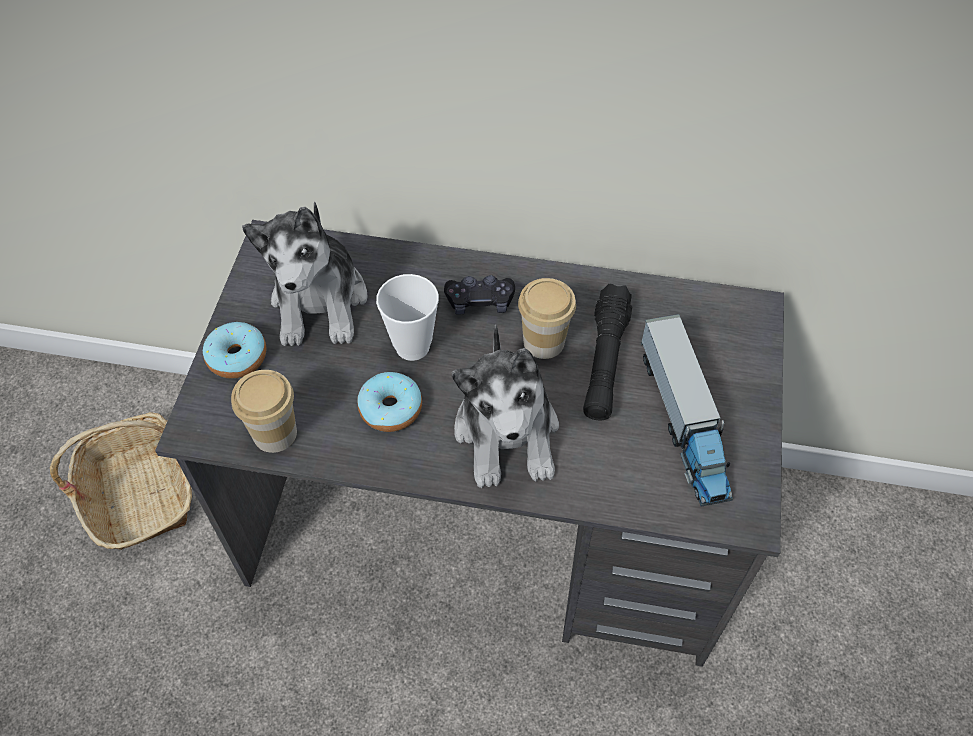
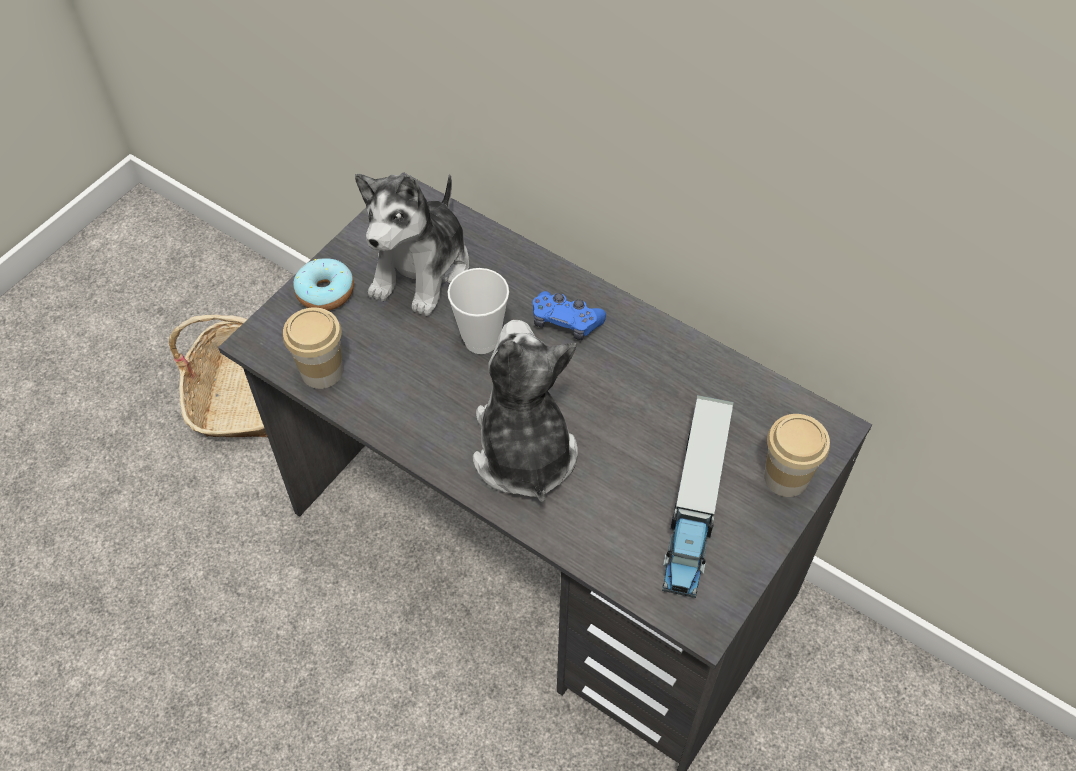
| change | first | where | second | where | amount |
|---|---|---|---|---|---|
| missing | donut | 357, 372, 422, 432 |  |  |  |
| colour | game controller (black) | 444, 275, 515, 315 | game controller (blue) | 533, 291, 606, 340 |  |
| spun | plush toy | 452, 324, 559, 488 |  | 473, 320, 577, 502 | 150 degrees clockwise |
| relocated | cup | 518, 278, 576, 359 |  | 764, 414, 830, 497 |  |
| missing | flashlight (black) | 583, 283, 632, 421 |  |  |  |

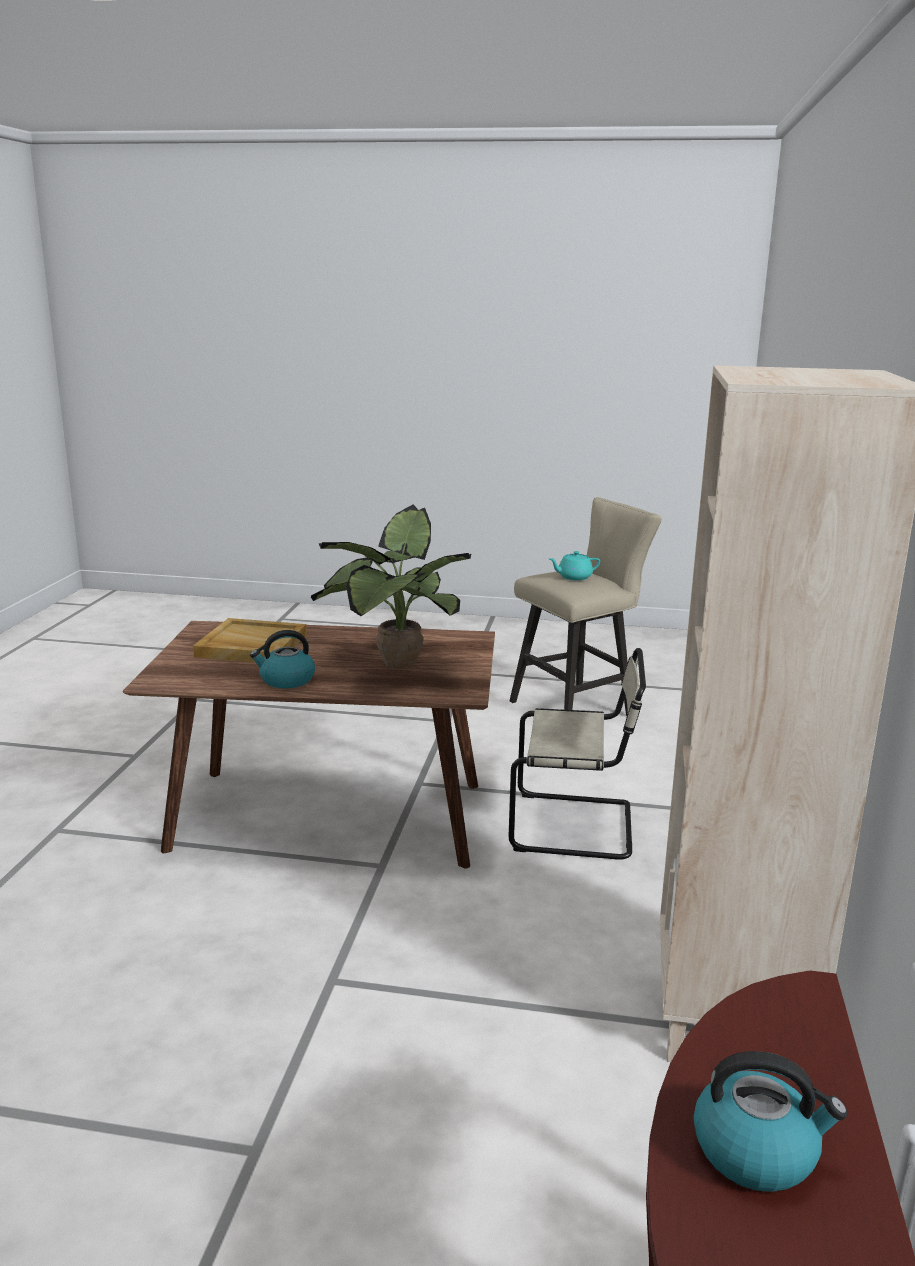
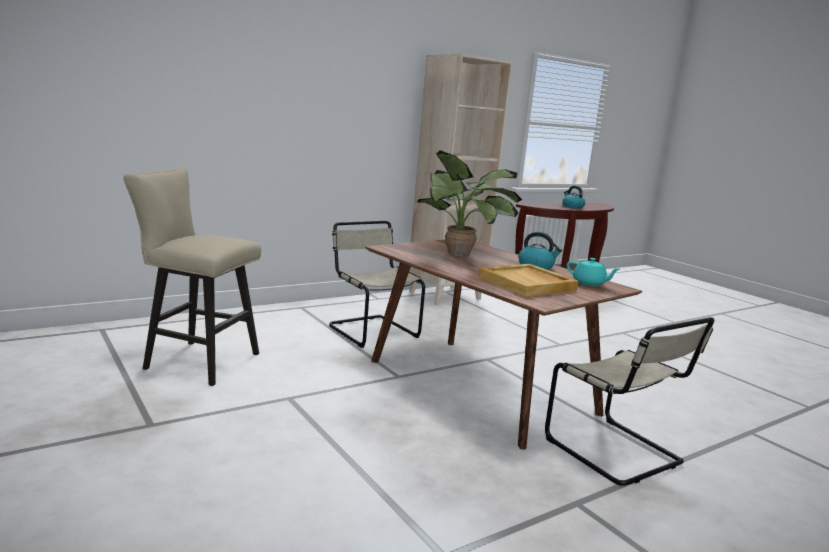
| change | first | where | second | where | amount |
|---|---|---|---|---|---|
| relocated | teapot (turquoise) | 549, 551, 600, 580 |  | 567, 258, 620, 286 |  |
| appeared |  |  | chair (beige) | 545, 317, 714, 486 |  |

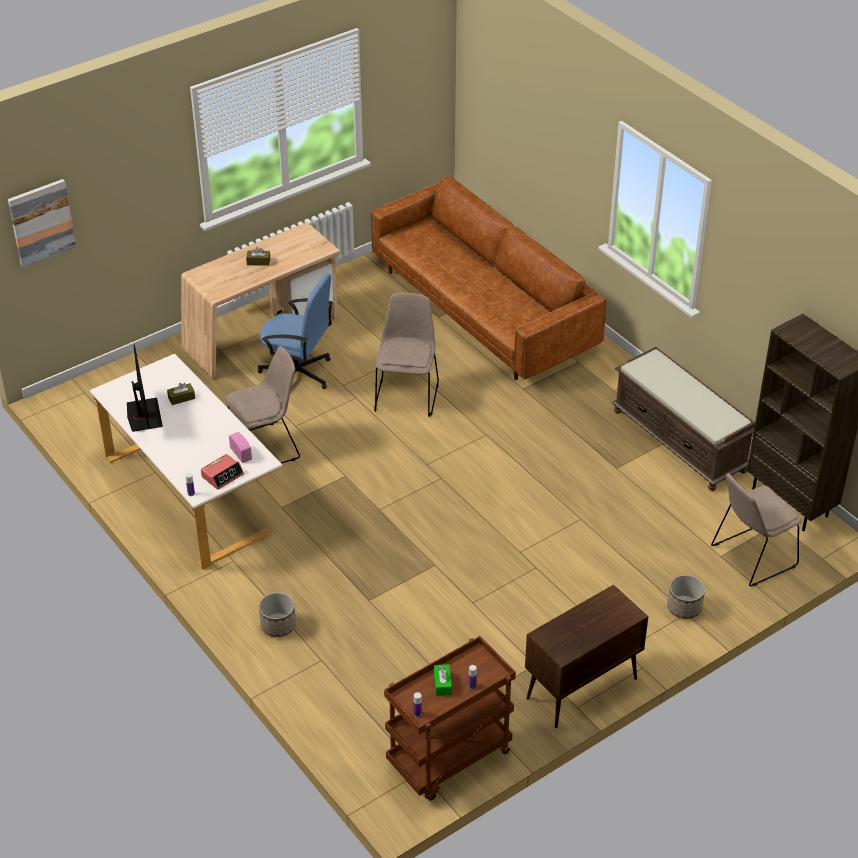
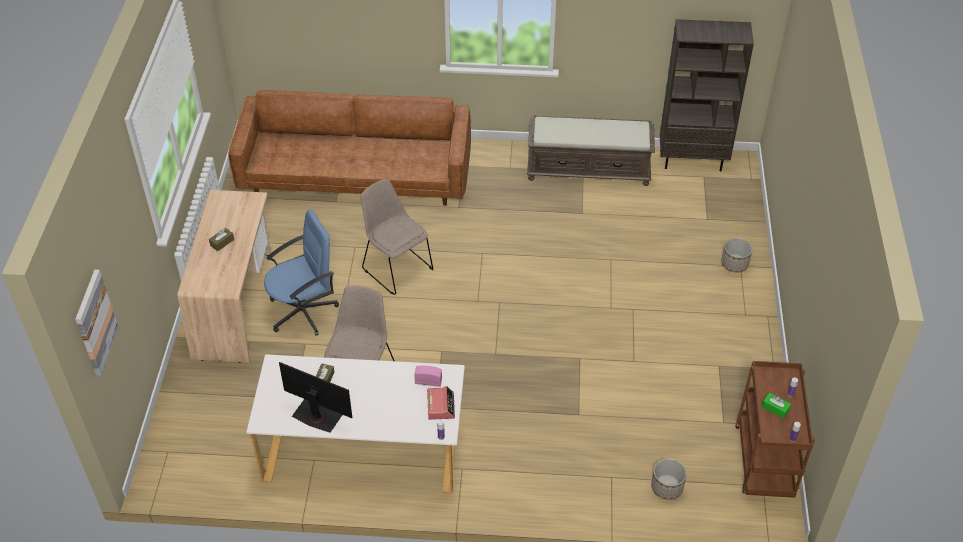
| change | first | where | second | where | amount |
|---|---|---|---|---|---|
| relocated | planter | 259, 592, 296, 637 |  | 651, 458, 687, 500 |  |
| missing | cabinet (brown) | 525, 585, 649, 728 |  |  |  |
| missing | chair (beige) | 711, 473, 801, 586 |  |  |  |

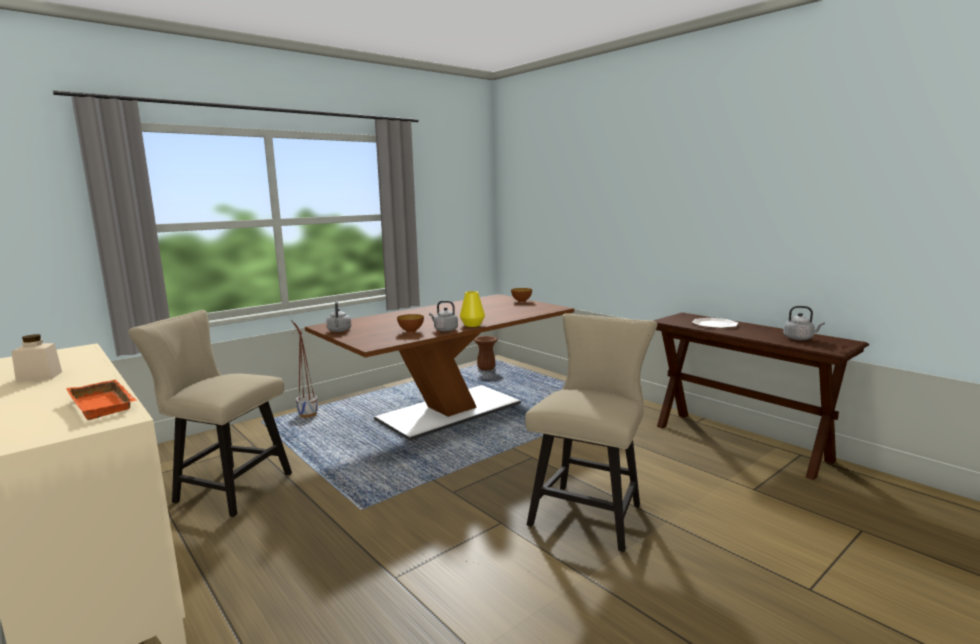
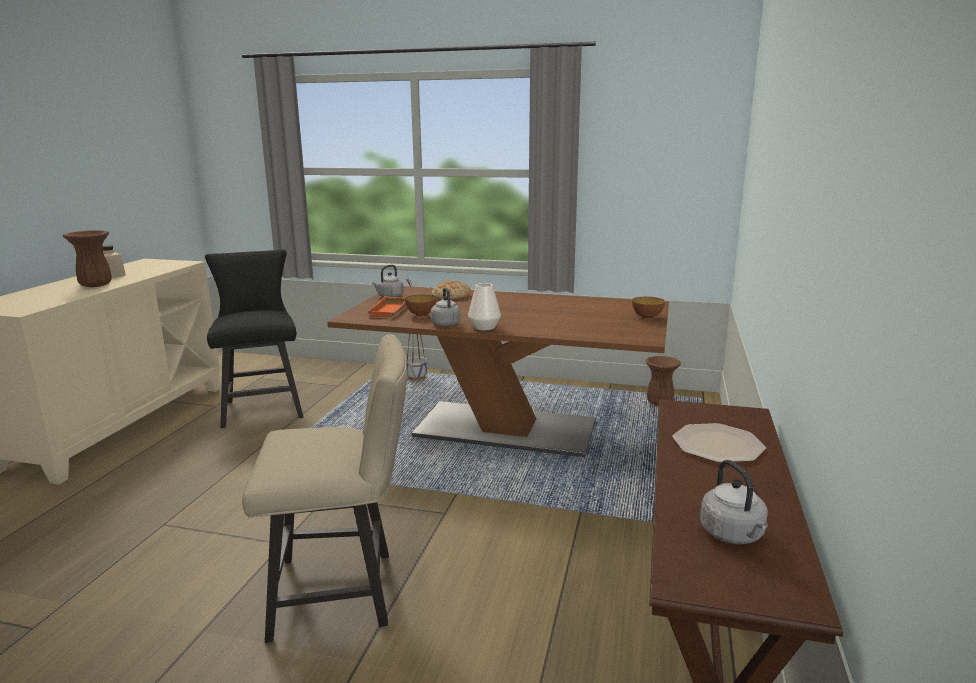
| change | first | where | second | where | amount |
|---|---|---|---|---|---|
| relocated | tray (orange) | 66, 379, 137, 420 |  | 367, 296, 406, 317 |  |
| colour | chair (beige) | 128, 310, 292, 517 | chair (black) | 205, 250, 303, 428 |  |
| colour | vase (yellow) | 460, 291, 485, 327 | vase (white) | 468, 283, 501, 330 |  |
| appeared |  |  | vase (brown) | 63, 230, 112, 287 |  |
| appeared |  |  | bread | 432, 281, 470, 300 |  |

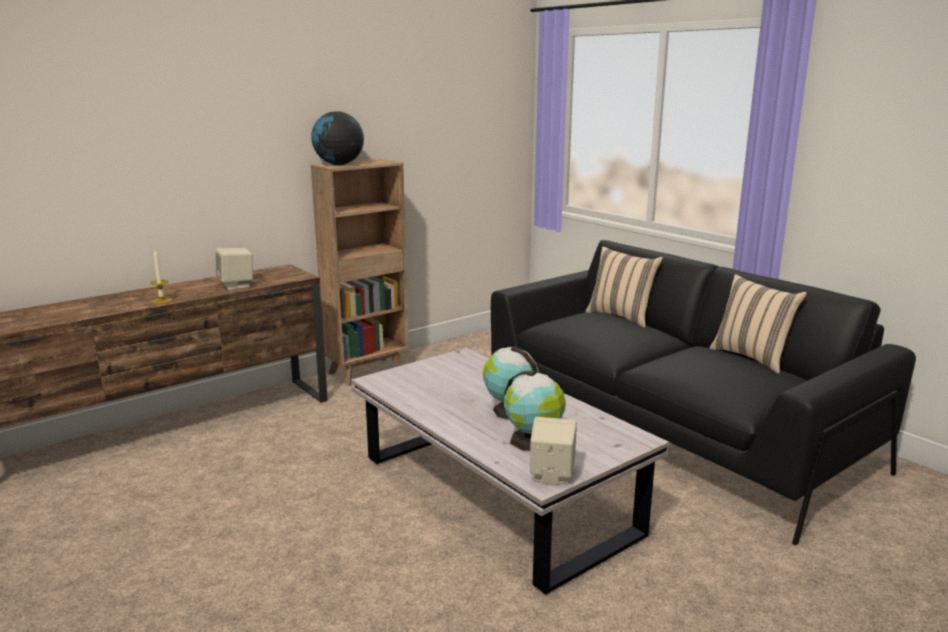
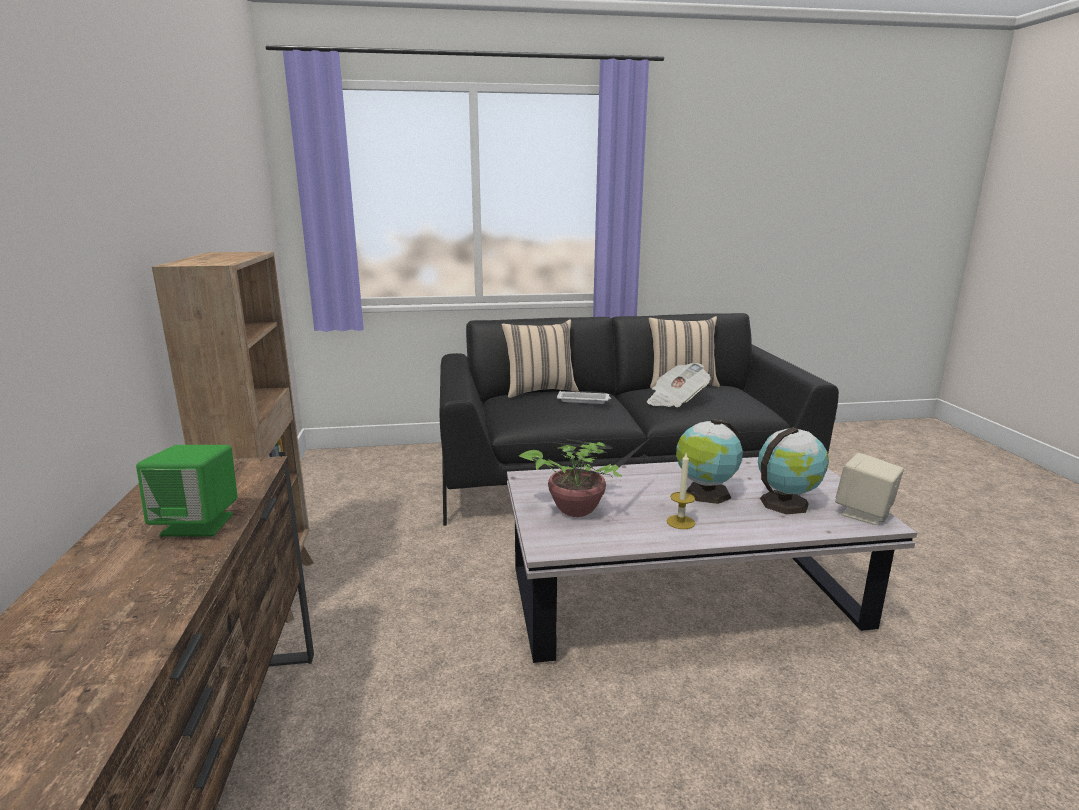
| change | first | where | second | where | amount |
|---|---|---|---|---|---|
| relocated | candle | 150, 250, 173, 304 |  | 666, 453, 695, 529 |  |
| colour | speaker (beige) | 215, 248, 253, 290 | speaker (green) | 136, 445, 238, 536 |  |
| missing | globe | 311, 112, 364, 165 |  |  |  |
| appeared |  |  | potted plant | 519, 437, 651, 517 |  |
| appeared |  |  | tray (white) | 557, 391, 611, 404 |  |
| appeared |  |  | newspaper | 647, 363, 711, 407 |  |

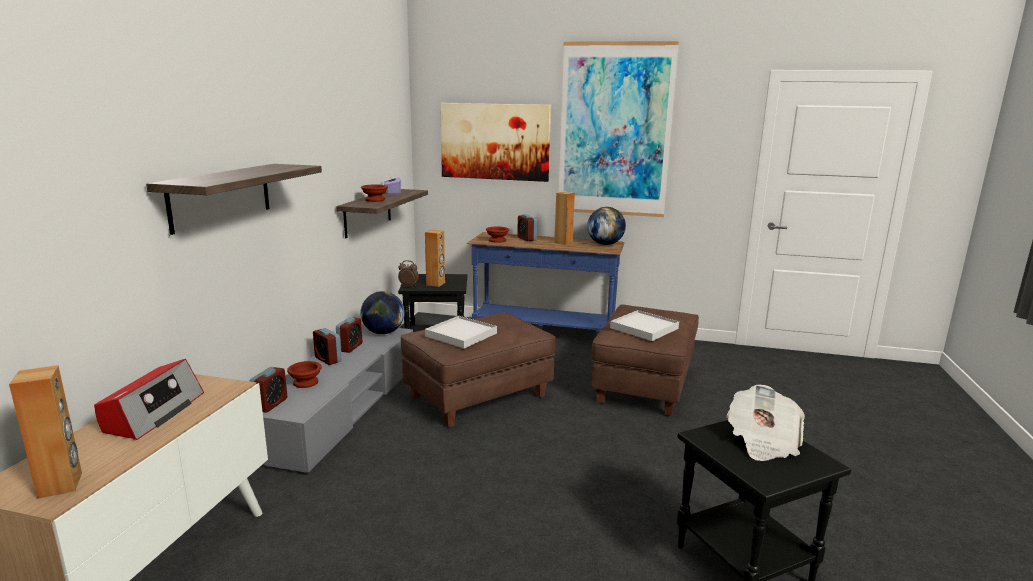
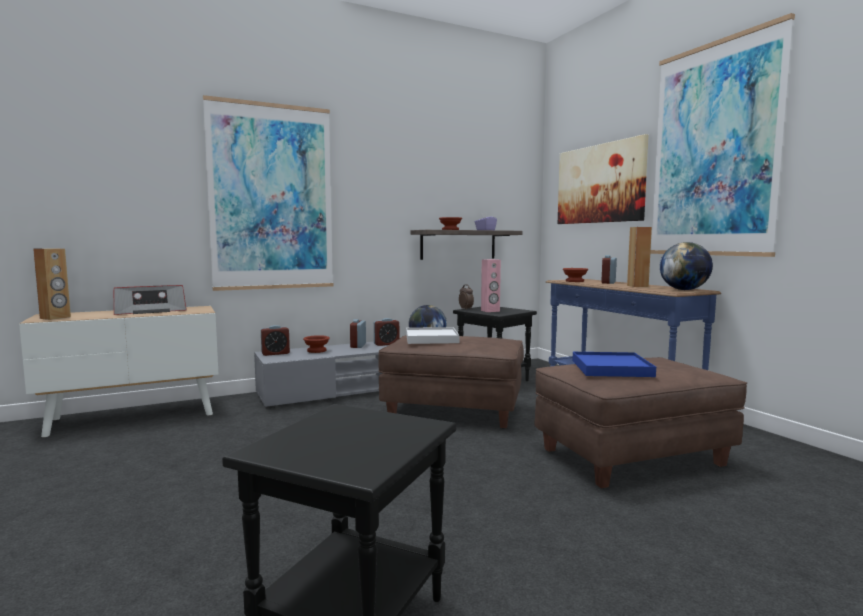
| change | first | where | second | where | amount |
|---|---|---|---|---|---|
| exchanged | shelf | 146, 164, 322, 235 | picture | 203, 95, 333, 291 |  |
| colour | speaker (brown) | 425, 230, 445, 287 | speaker (pink) | 481, 259, 501, 312 |  |
| colour | tray (white) | 610, 310, 679, 341 | tray (blue) | 573, 352, 656, 377 |  |
| missing | newspaper | 727, 384, 805, 461 |  |  |  |

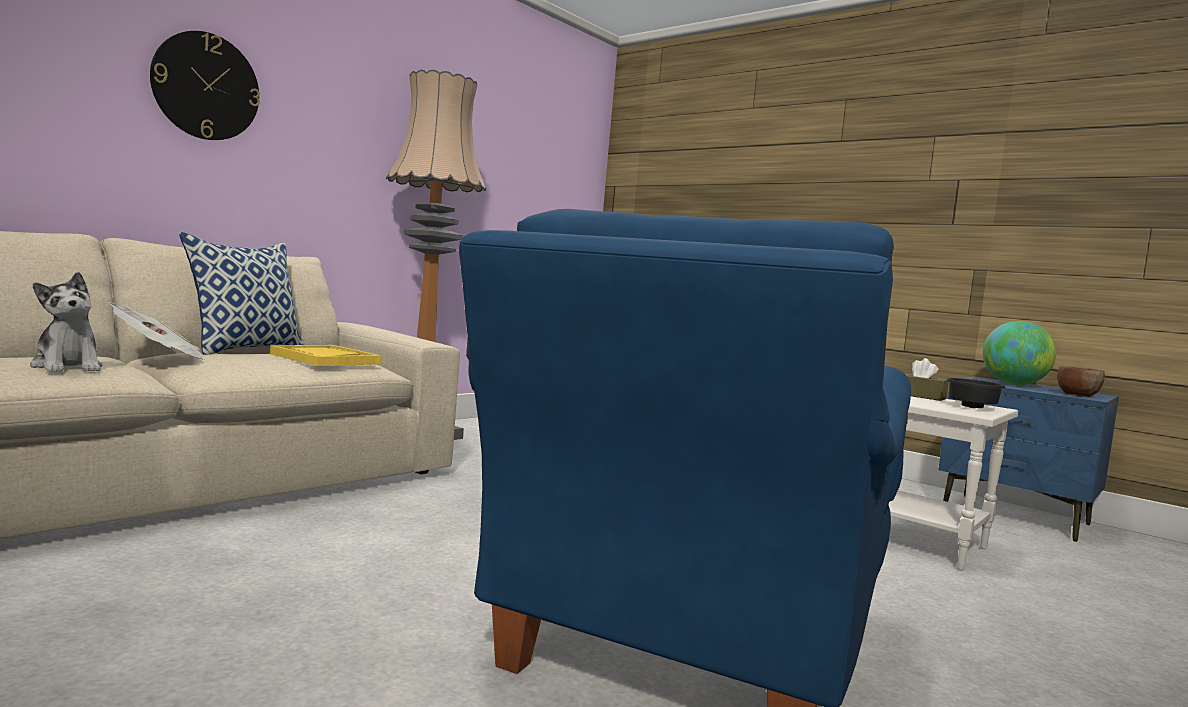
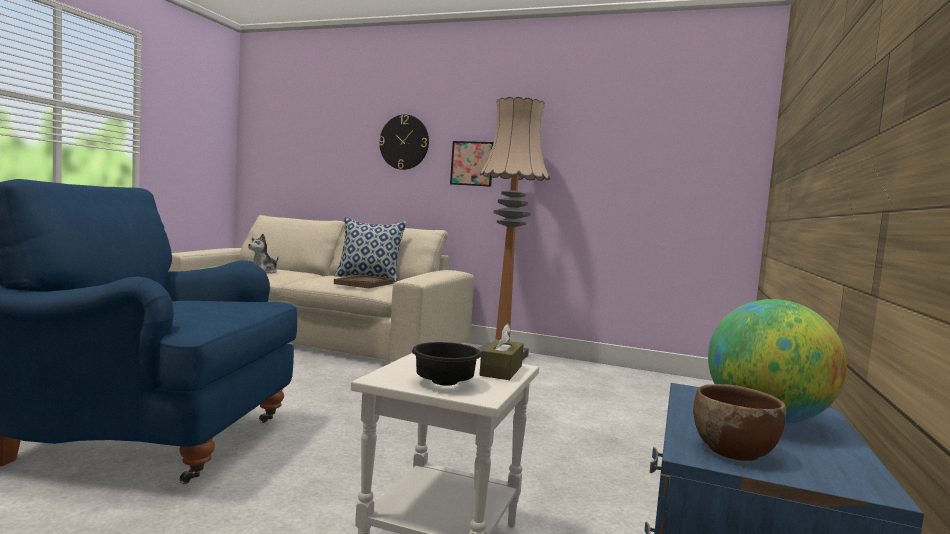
| change | first | where | second | where | amount |
|---|---|---|---|---|---|
| missing | newspaper | 108, 302, 204, 360 |  |  |  |
| colour | tray (yellow) | 270, 345, 381, 366 | tray (brown) | 334, 275, 394, 288 |  |
| appeared |  |  | picture | 450, 141, 494, 187 |  |

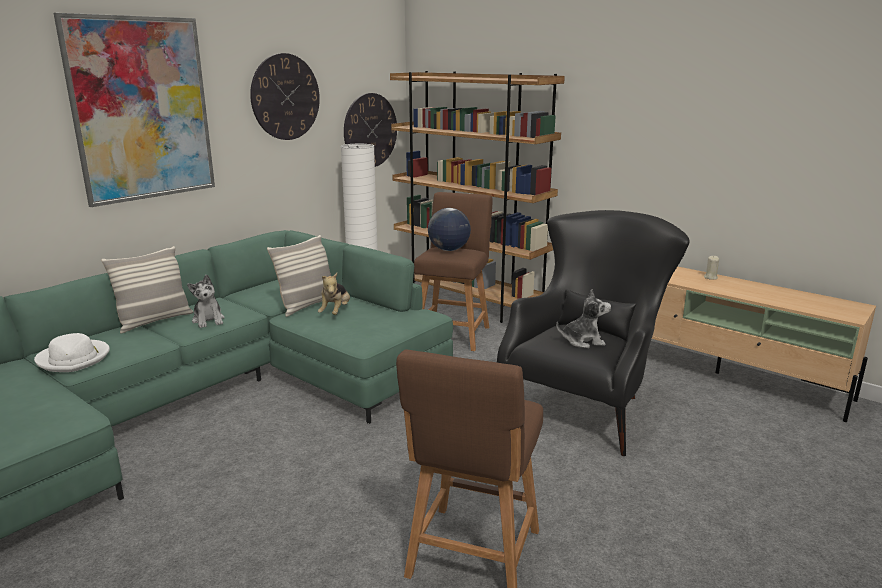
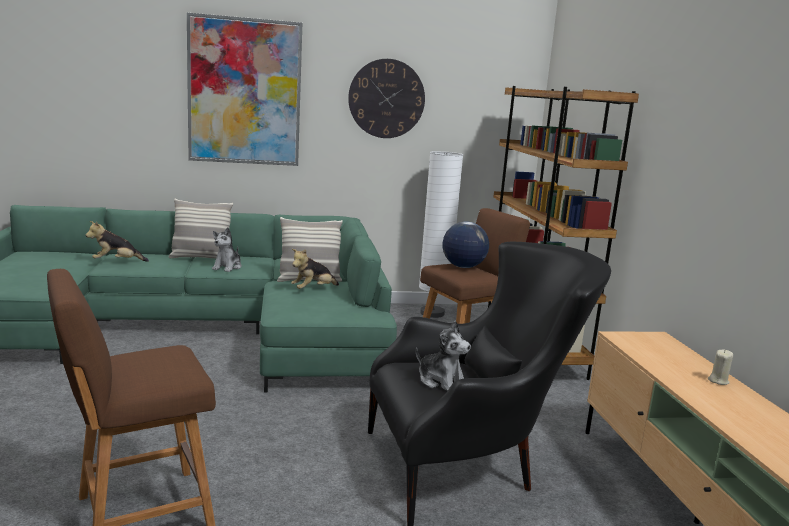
| change | first | where | second | where | amount |
|---|---|---|---|---|---|
| exchanged | hat (white) | 34, 333, 110, 372 | plush toy | 86, 221, 149, 262 |  |
| missing | wall clock | 344, 93, 397, 167 |  |  |  |

